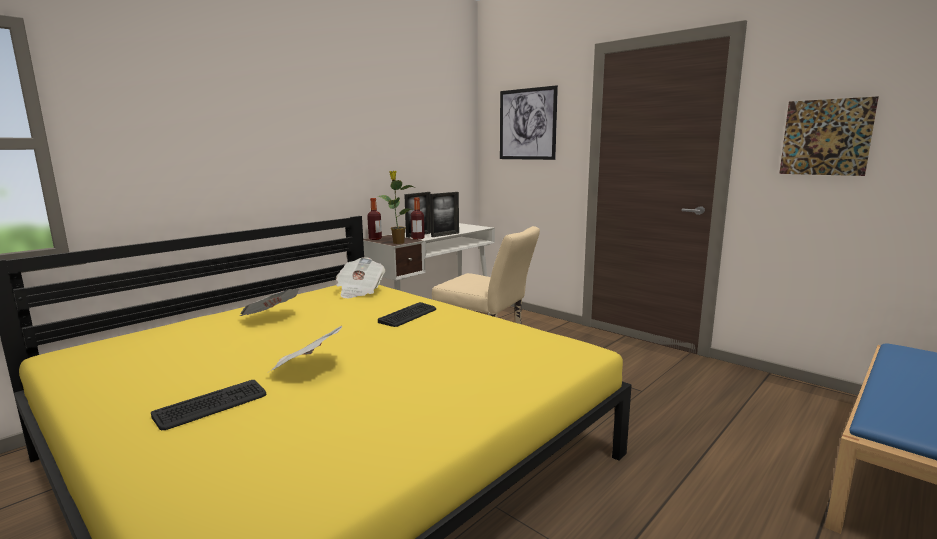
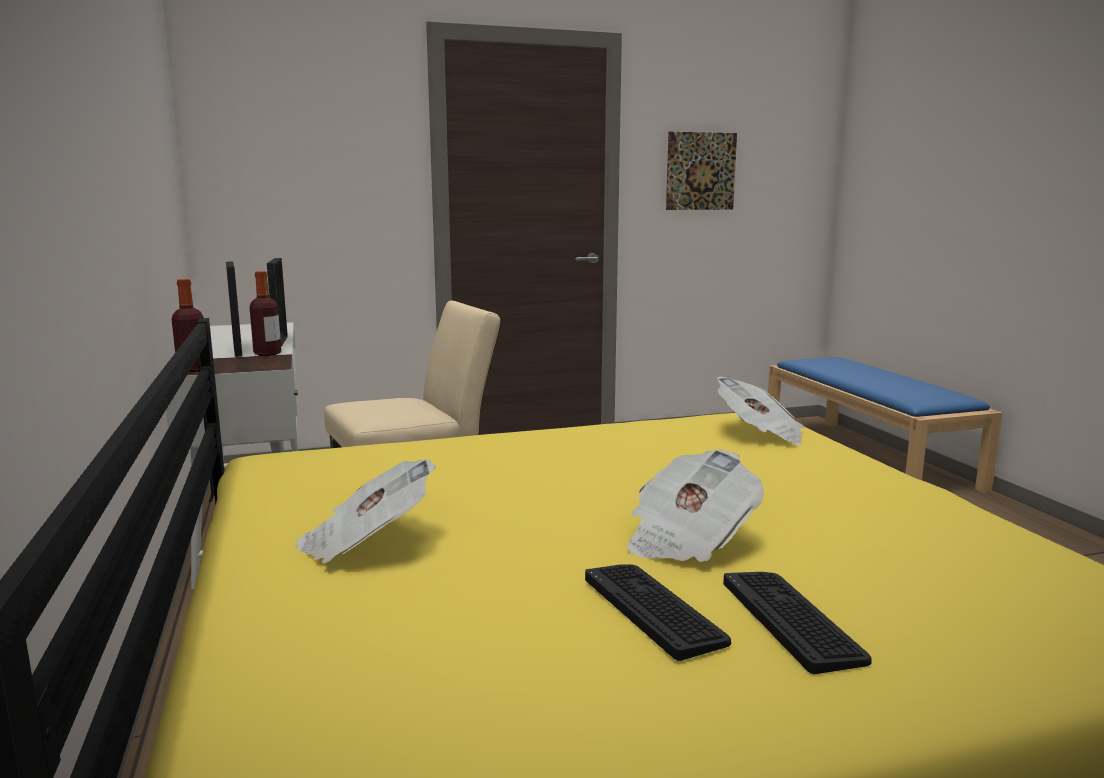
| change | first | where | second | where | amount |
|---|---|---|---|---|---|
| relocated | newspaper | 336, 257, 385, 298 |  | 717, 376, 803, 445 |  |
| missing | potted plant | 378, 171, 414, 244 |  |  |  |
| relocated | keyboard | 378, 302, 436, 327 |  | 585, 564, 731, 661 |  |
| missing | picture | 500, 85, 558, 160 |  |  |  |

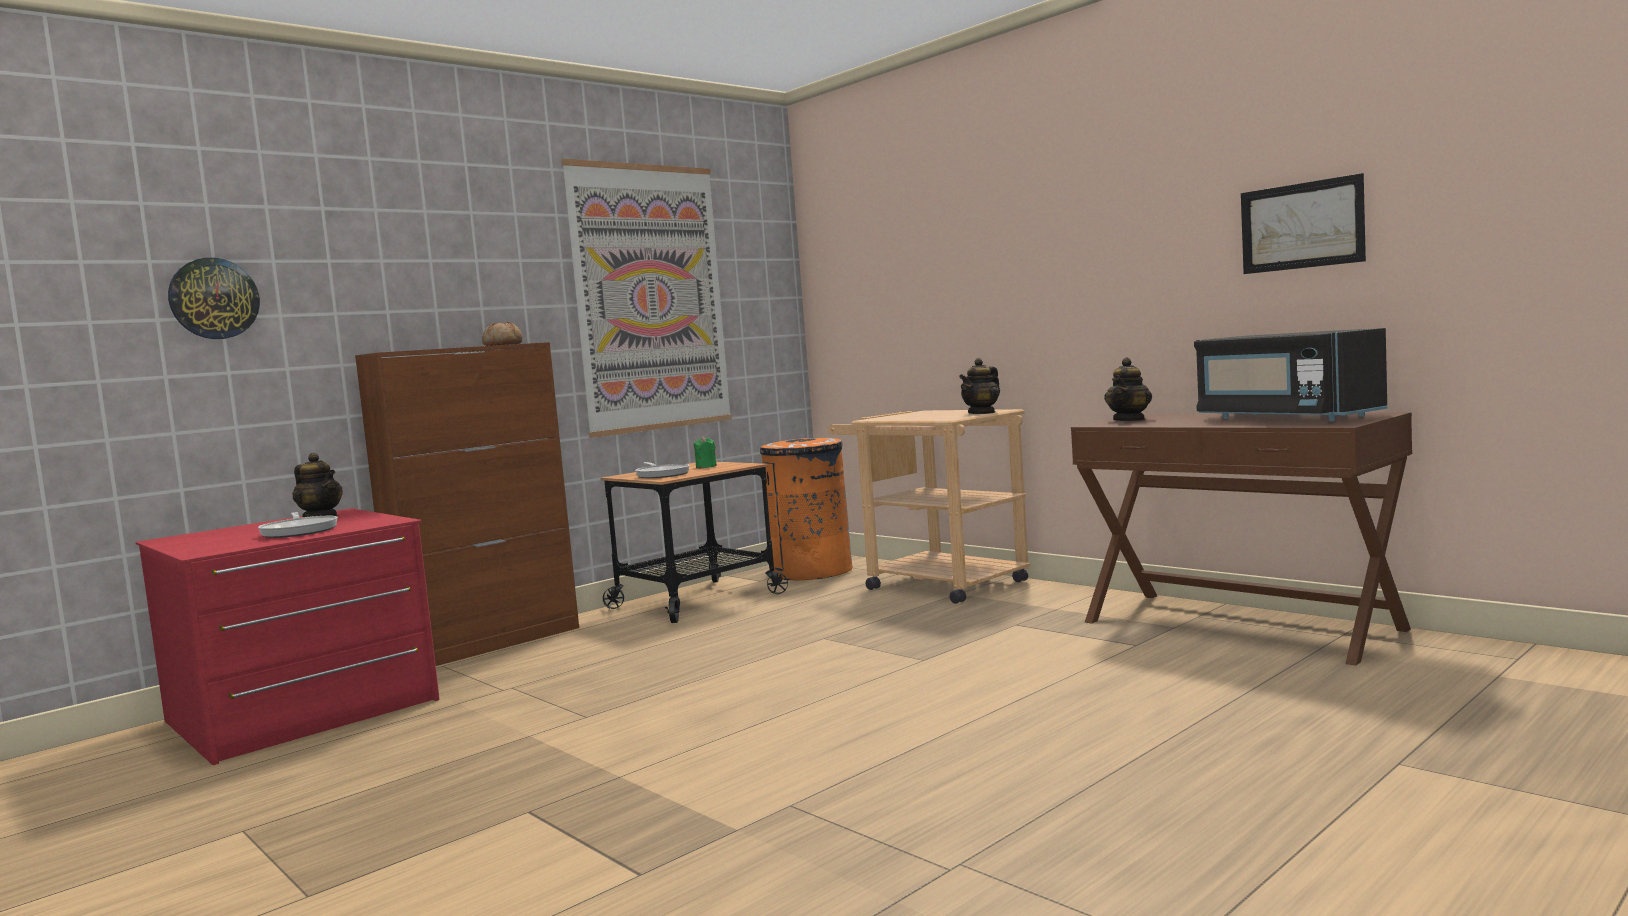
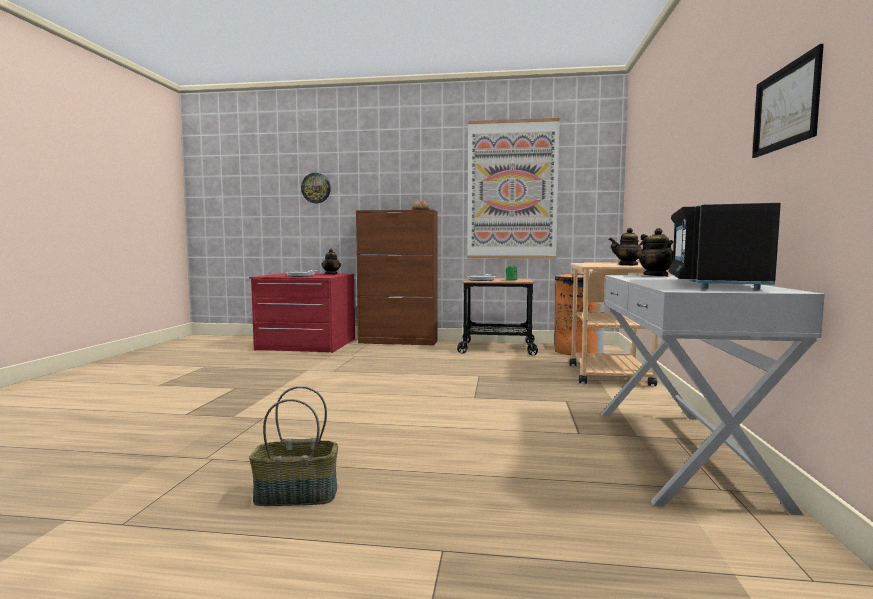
| change | first | where | second | where | amount |
|---|---|---|---|---|---|
| colour | console table (brown) | 1071, 412, 1412, 666 | console table (white) | 601, 275, 825, 515 |  |
| spun | teapot | 1104, 357, 1152, 421 |  | 639, 228, 674, 277 | 90 degrees counterclockwise |
| appeared |  |  | basket | 249, 386, 338, 506 |  |

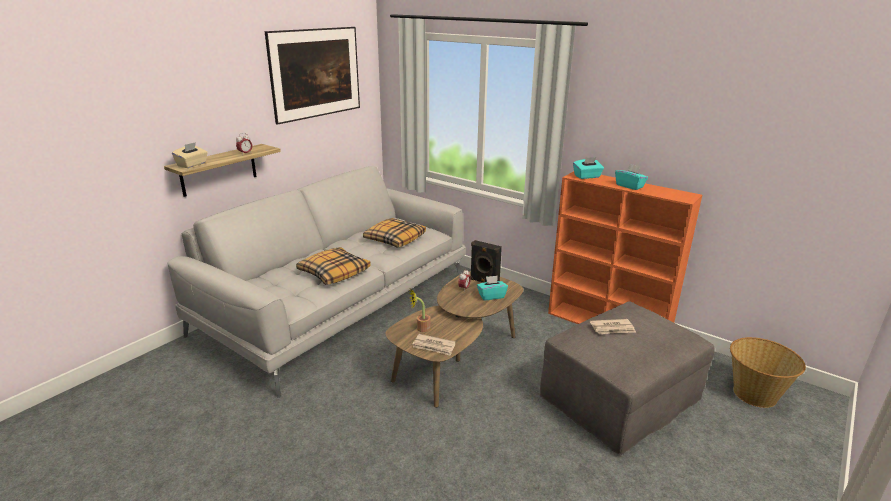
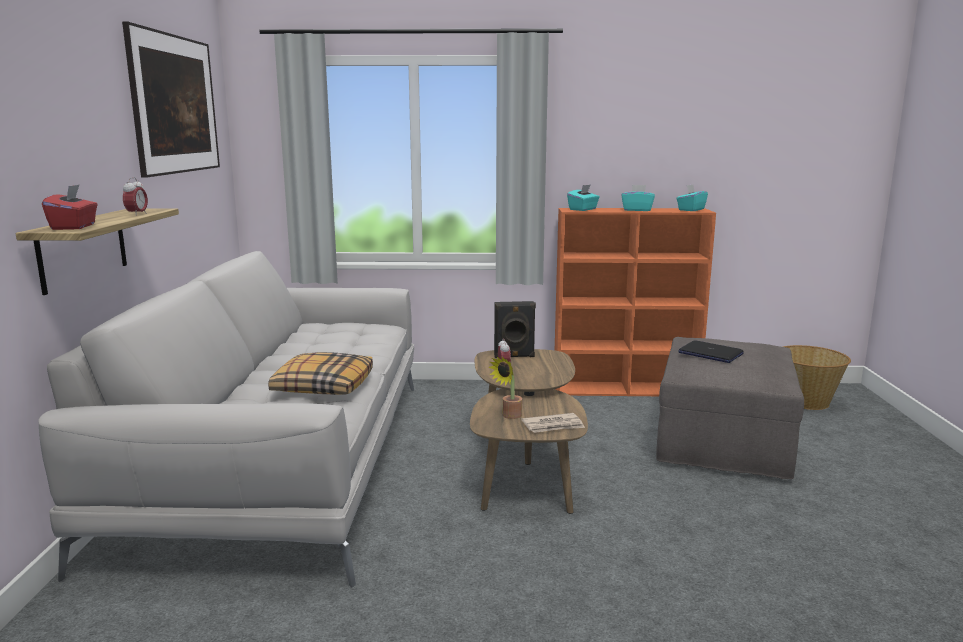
| change | first | where | second | where | amount |
|---|---|---|---|---|---|
| colour | tissue box (beige) | 172, 142, 208, 168 | tissue box (red) | 42, 184, 98, 230 |  |
| missing | pillow | 363, 218, 426, 248 |  |  |  |
| relocated | tissue box (turquoise) | 477, 275, 508, 300 |  | 676, 184, 708, 211 |  |
| exchanged | newspaper | 590, 319, 636, 334 | laptop | 678, 340, 744, 363 |  |

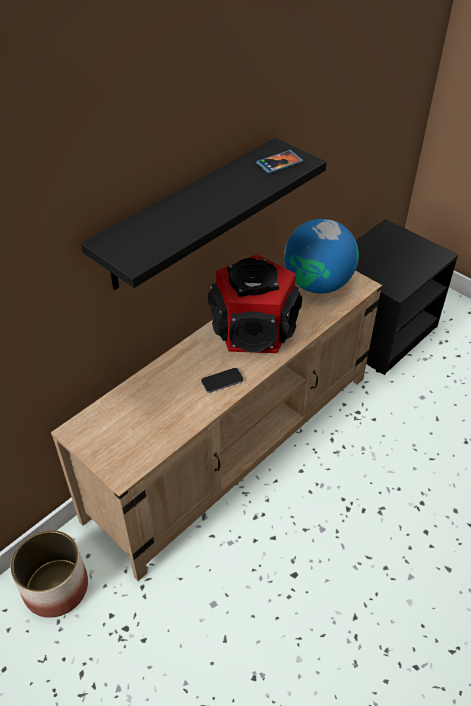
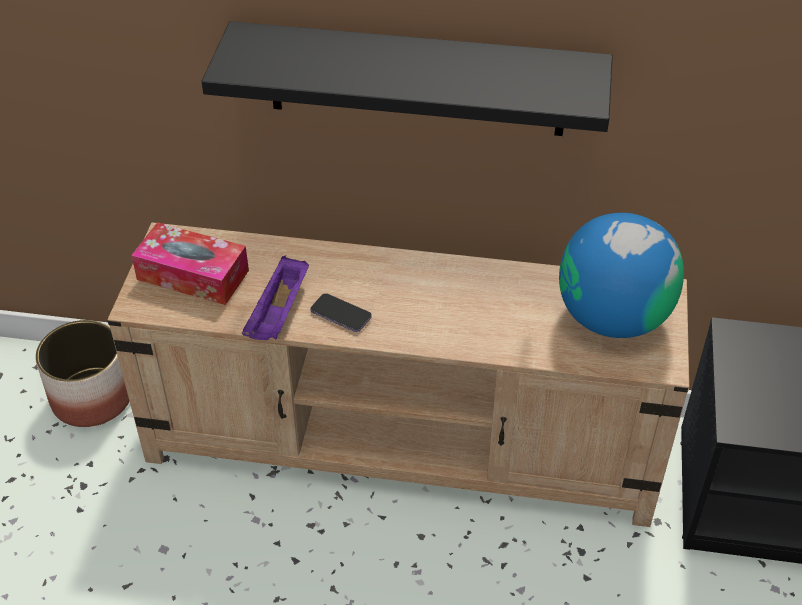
| change | first | where | second | where | amount |
|---|---|---|---|---|---|
| missing | speaker | 208, 254, 302, 353 |  |  |  |
| missing | phone | 256, 150, 303, 173 |  |  |  |
| appeared |  |  | tissue box | 131, 222, 249, 305 |  |
| appeared |  |  | tray (purple) | 242, 256, 309, 340 |  |

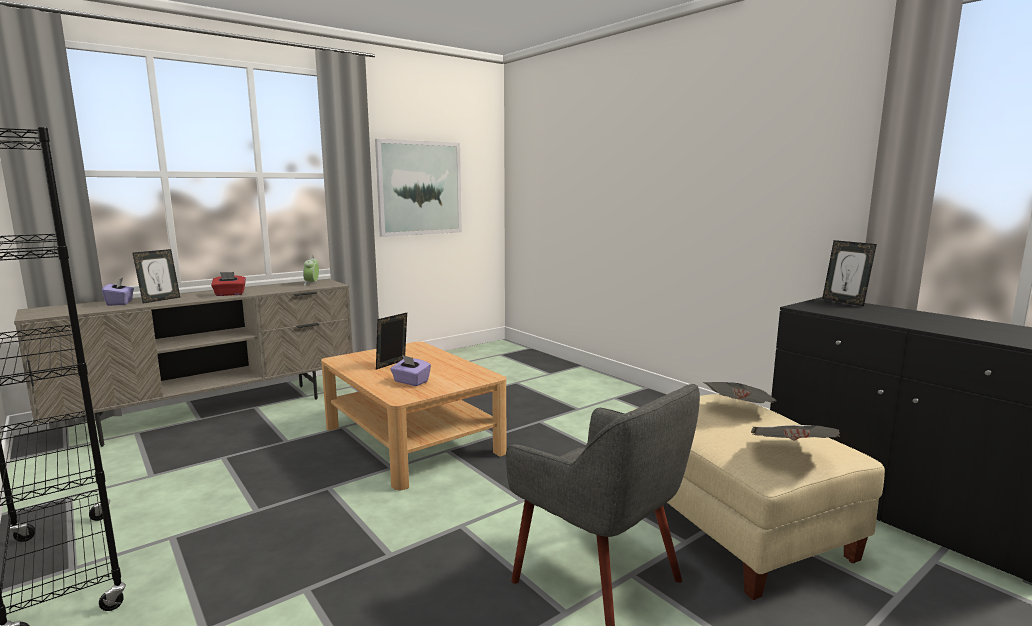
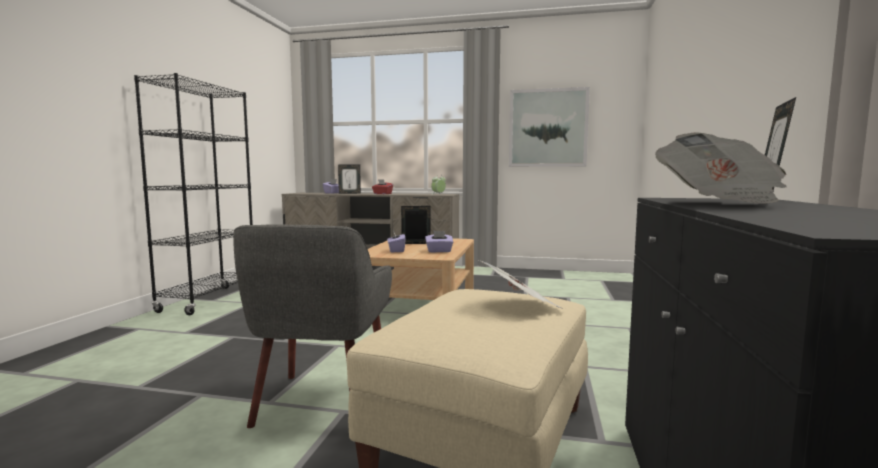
| change | first | where | second | where | amount |
|---|---|---|---|---|---|
| relocated | newspaper | 751, 425, 840, 441 |  | 655, 132, 787, 203 |  |
| appeared |  |  | tissue box (purple) | 425, 231, 453, 252 |  |

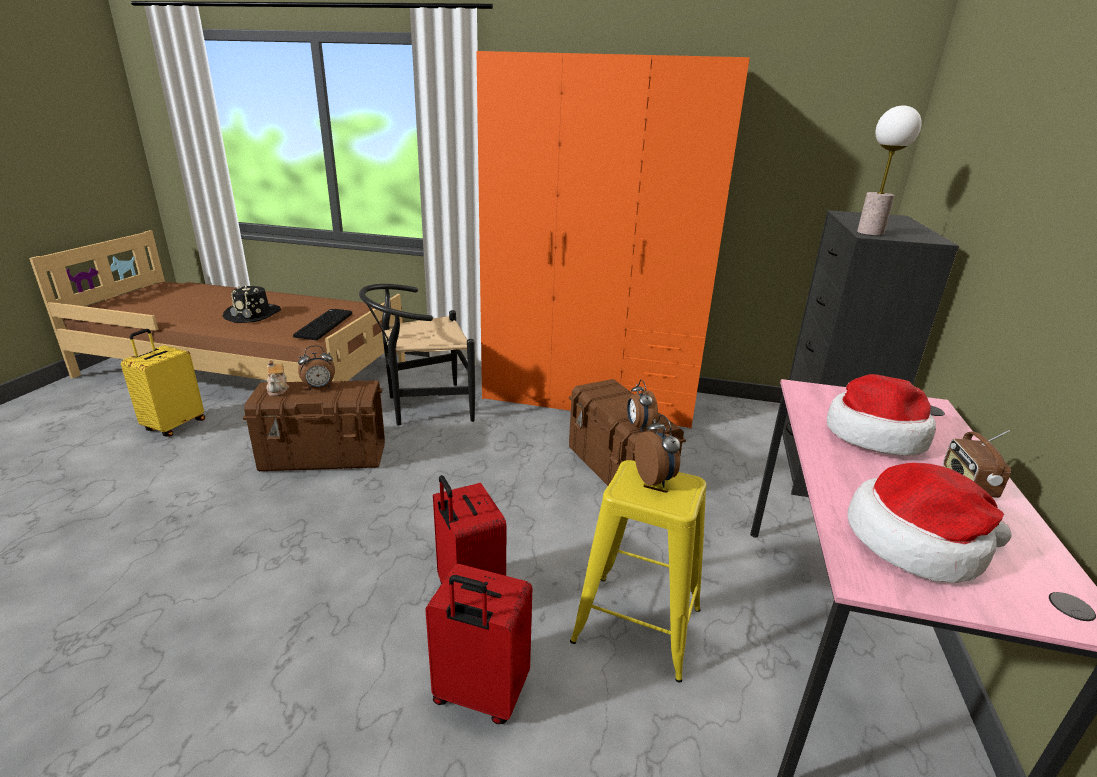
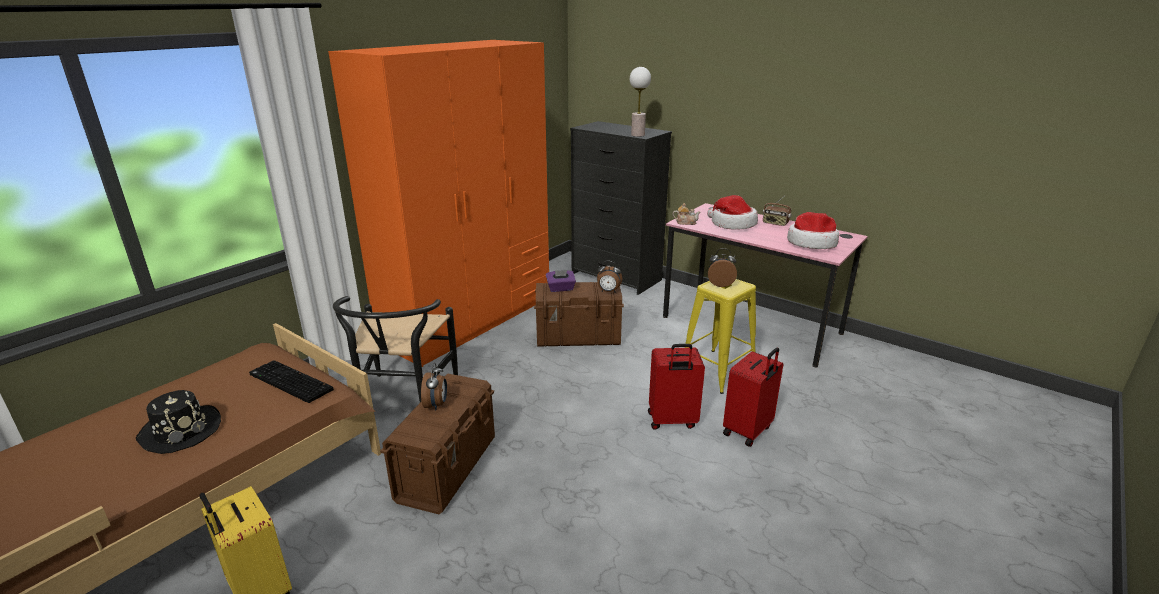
| change | first | where | second | where | amount |
|---|---|---|---|---|---|
| relocated | teapot | 266, 360, 289, 396 |  | 673, 203, 700, 225 |  |
| appeared |  |  | tissue box (purple) | 546, 270, 576, 292 |  |

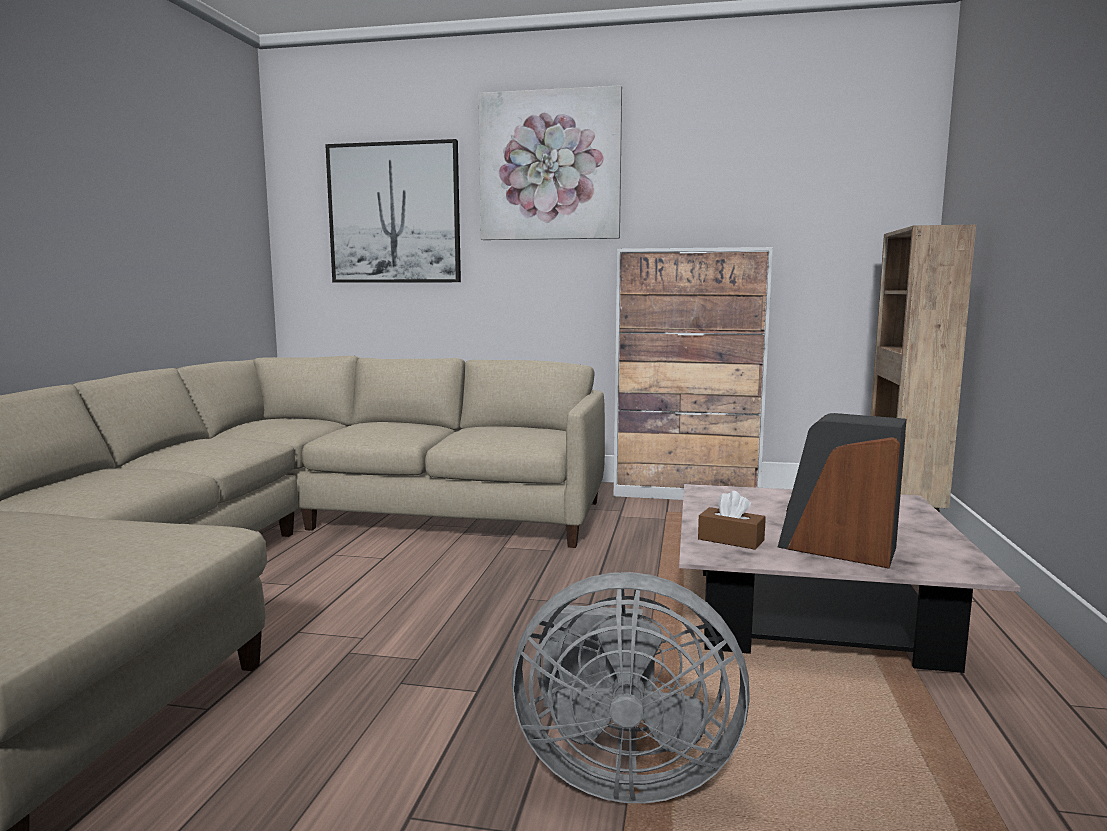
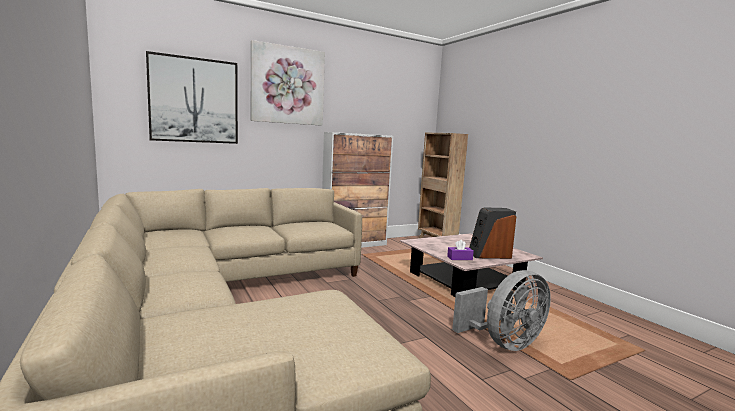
| change | first | where | second | where | amount |
|---|---|---|---|---|---|
| colour | tissue box (brown) | 698, 491, 766, 550 | tissue box (purple) | 447, 240, 474, 260 |  |

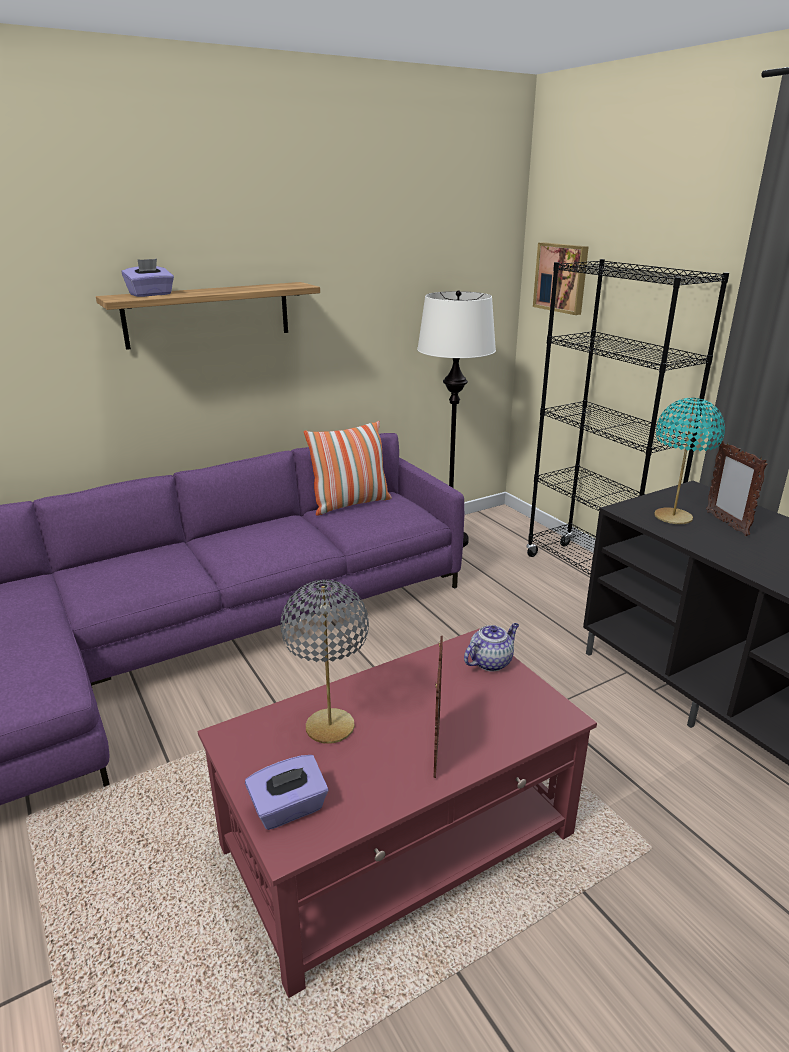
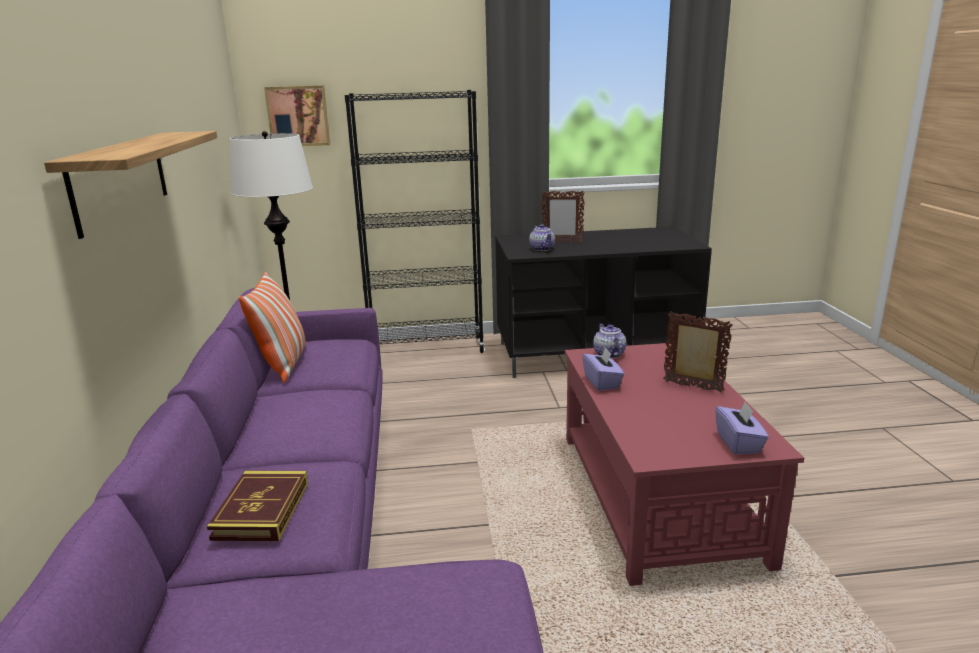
| change | first | where | second | where | amount |
|---|---|---|---|---|---|
| relocated | tissue box (purple) | 122, 259, 174, 297 |  | 583, 347, 624, 391 |  |
| missing | table lamp (grey) | 280, 580, 369, 744 |  |  |  |
| exchanged | table lamp (turquoise) | 654, 398, 725, 524 | teapot | 529, 224, 555, 251 |  |
| appeared |  |  | book | 207, 471, 308, 541 |  |

